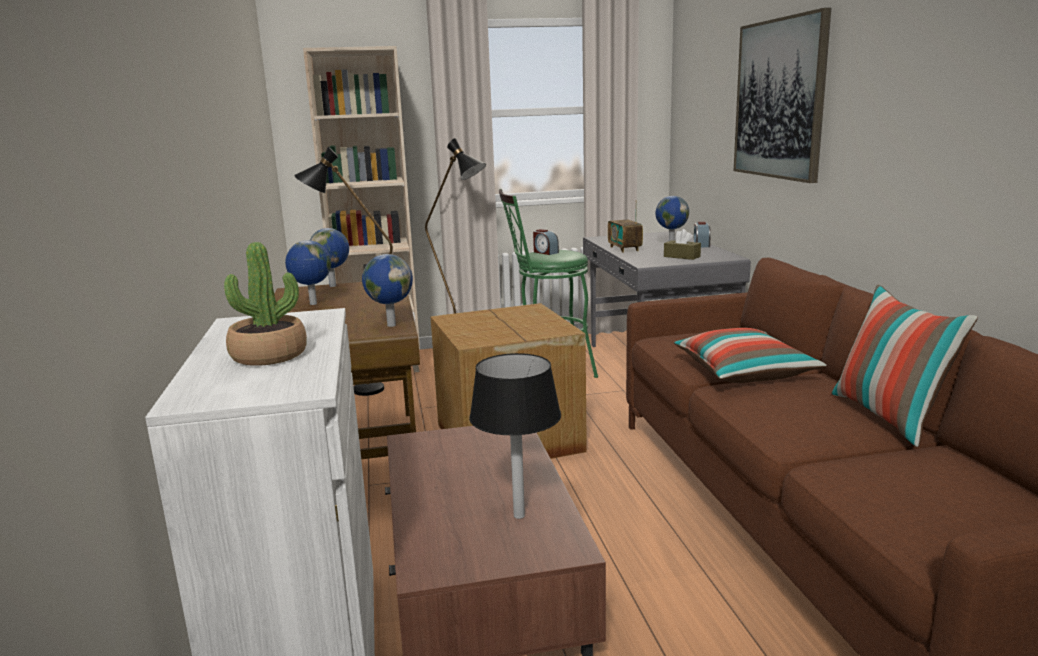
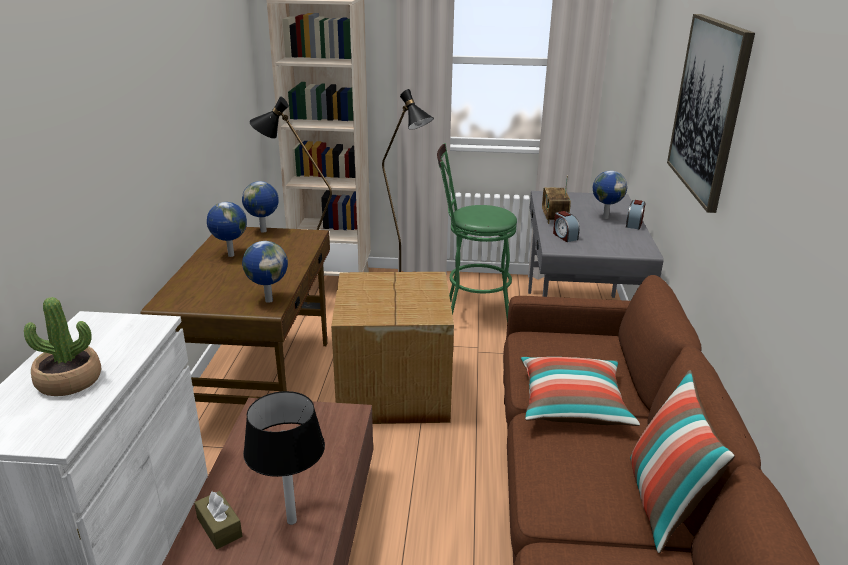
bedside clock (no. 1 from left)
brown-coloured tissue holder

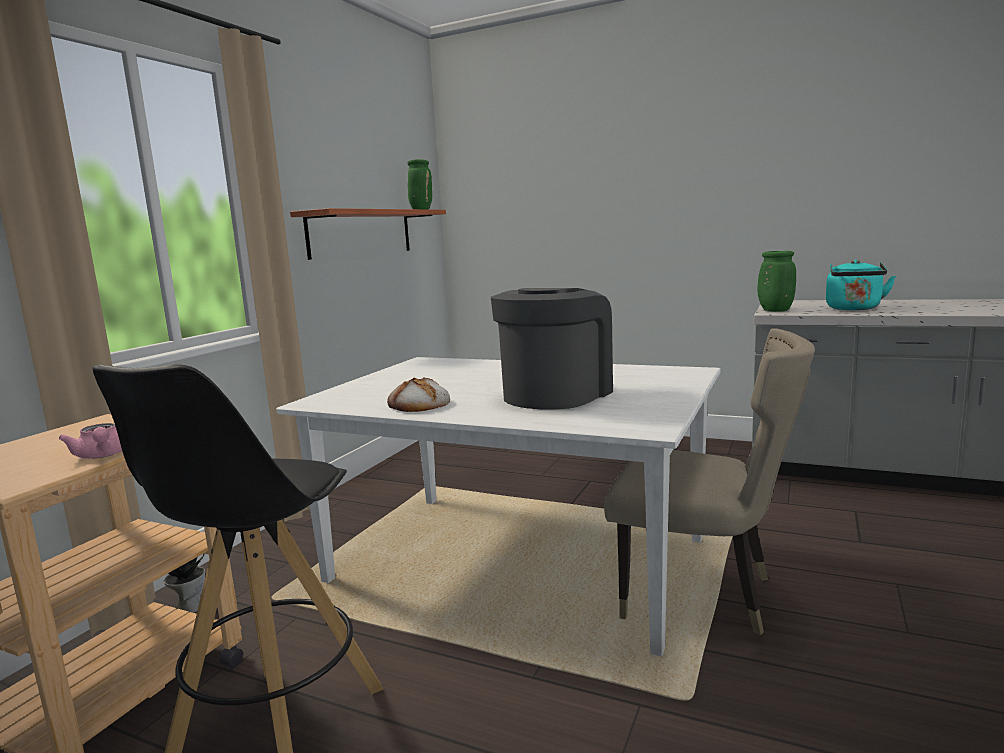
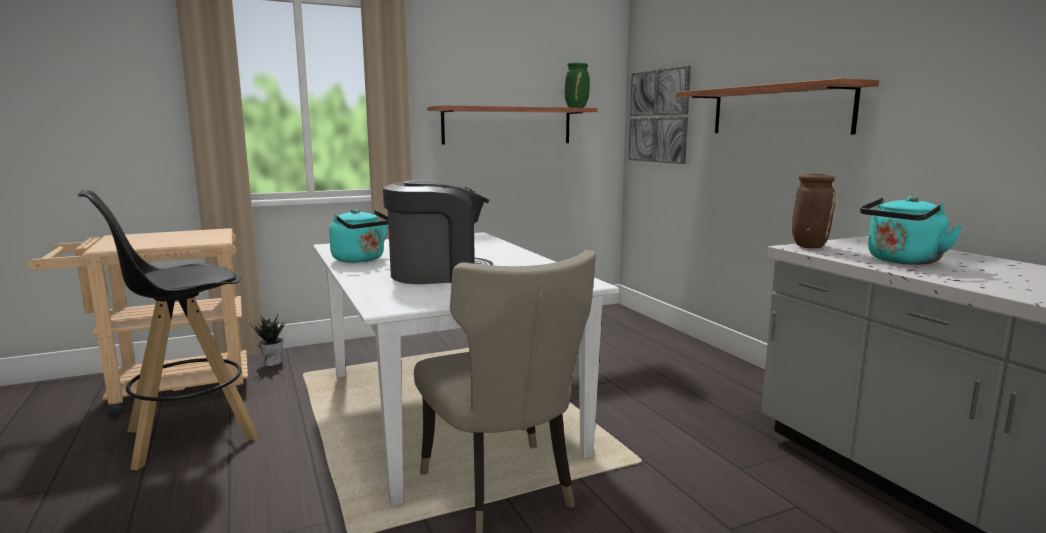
brown-coloured flower vase
turquoise water kettle (no. 1 from left)
pinkish teapot
wall picture
bracket shelf (no. 2 from left)

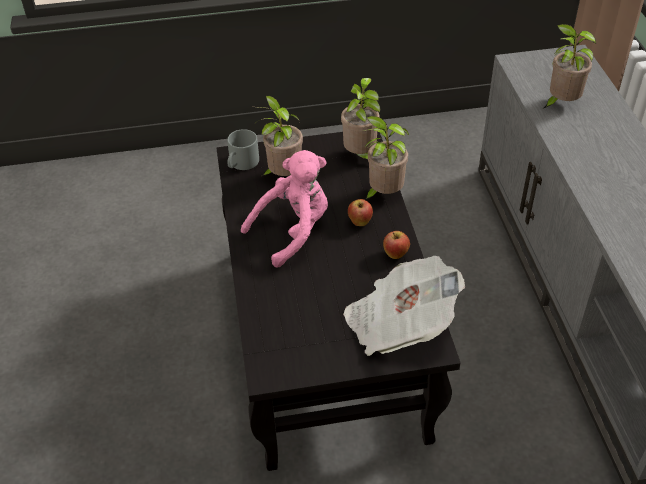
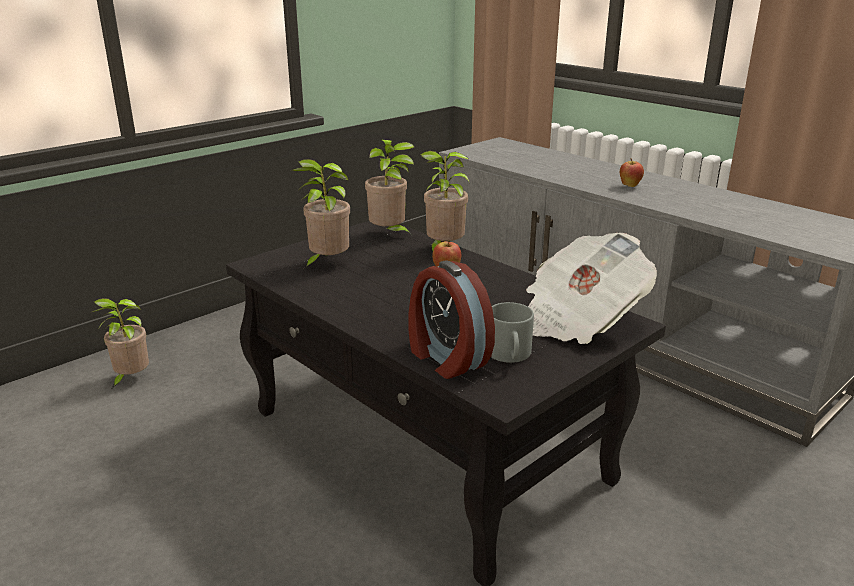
potted plant (no. 1 from left)
greyish mug
pinkish soft toy
whole apple (no. 2 from left)
bedside clock

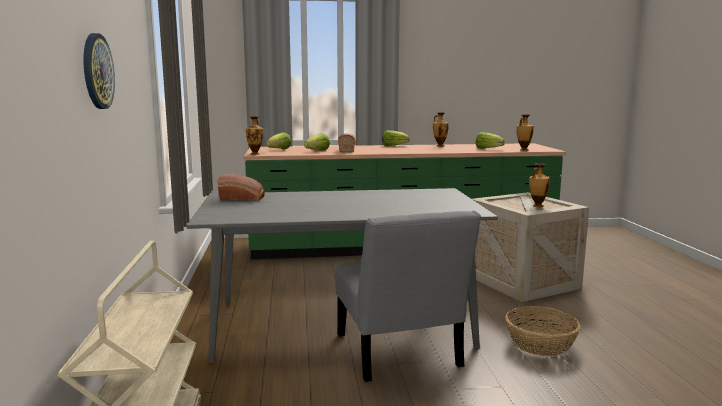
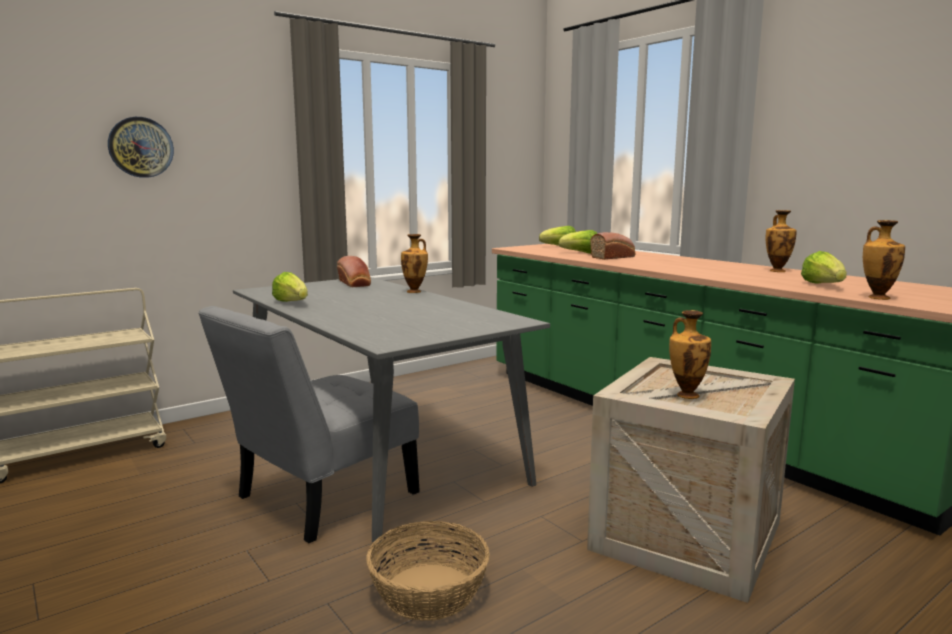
flower vase (no. 1 from left)
lettuce (no. 1 from left)

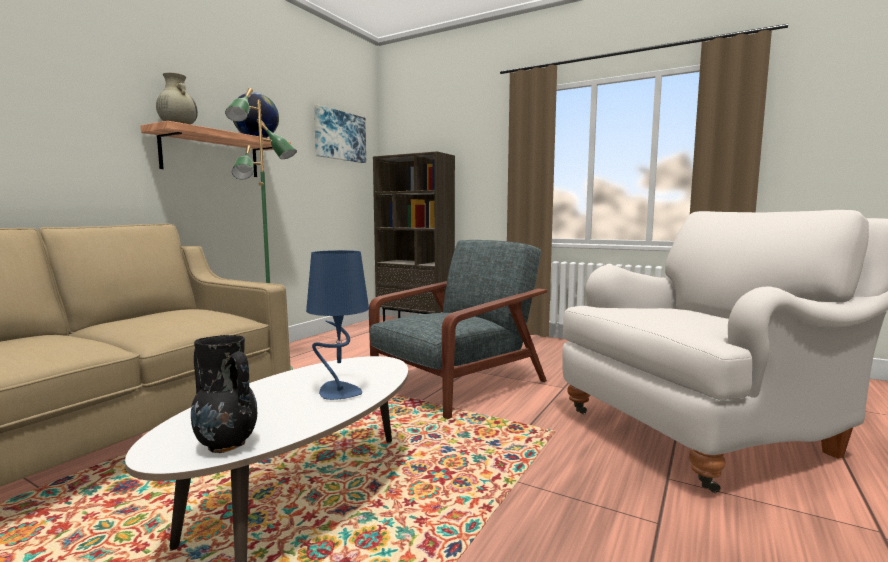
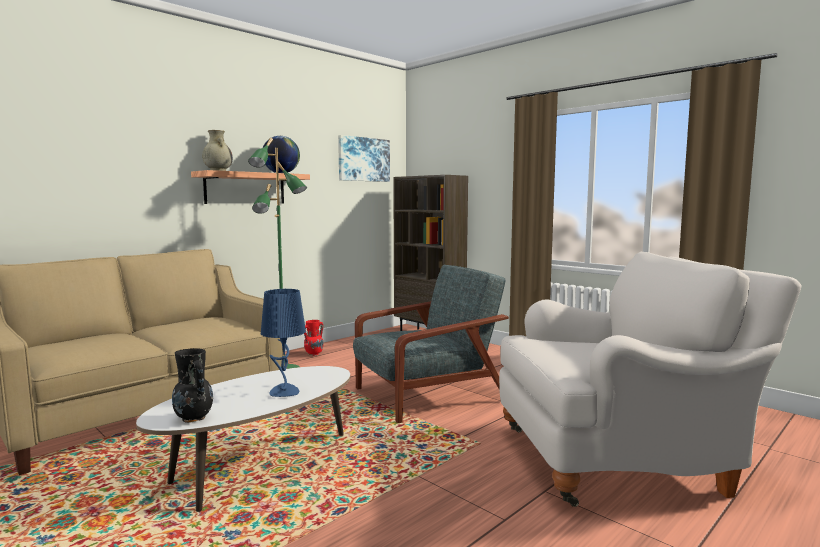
red flower vase

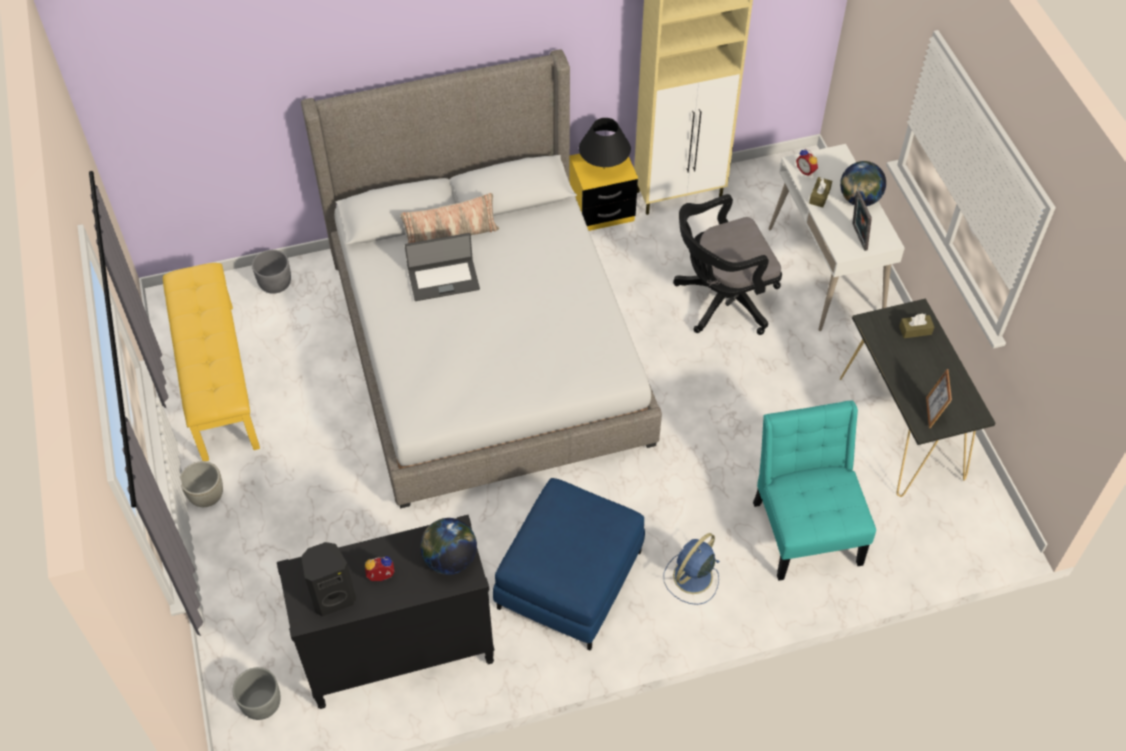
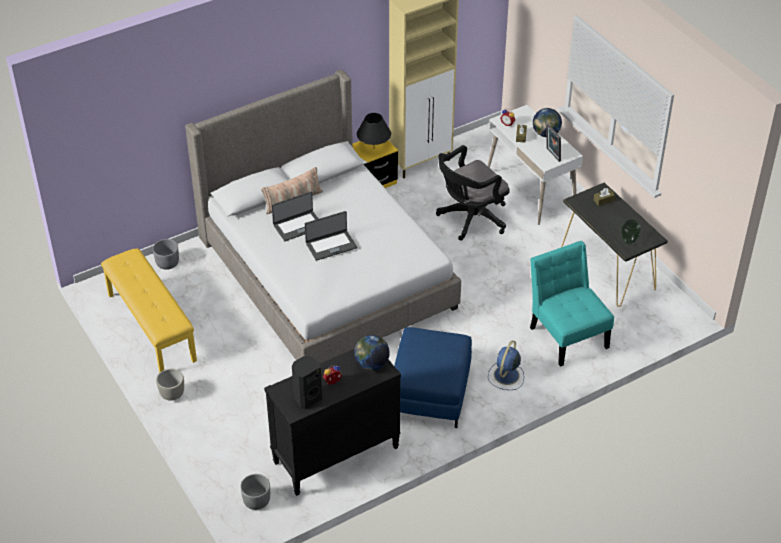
flower vase
laptop (no. 2 from left)

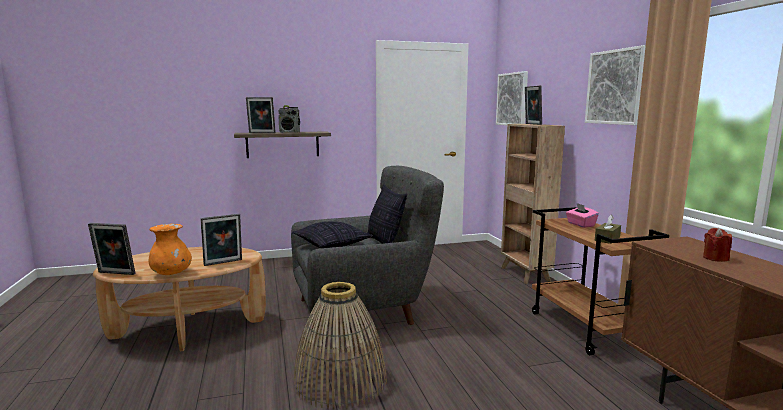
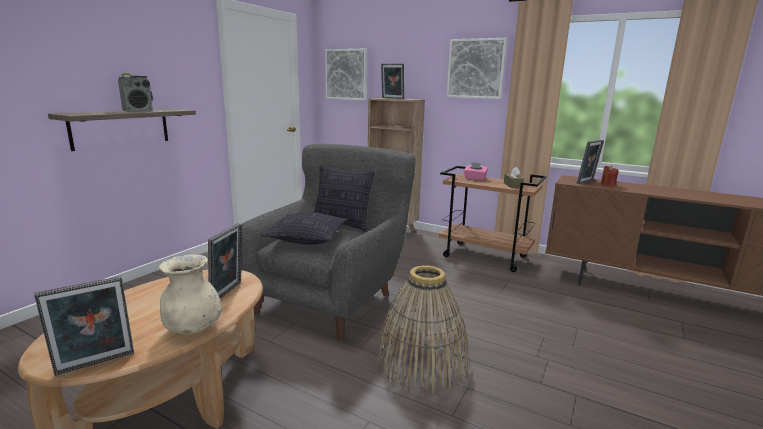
photo frame (no. 4 from left)
sand-coloured flower vase

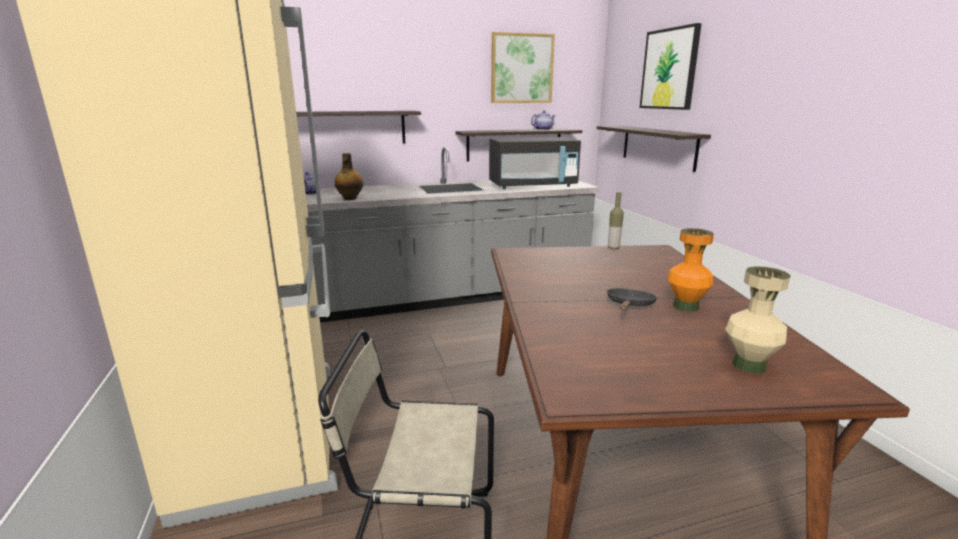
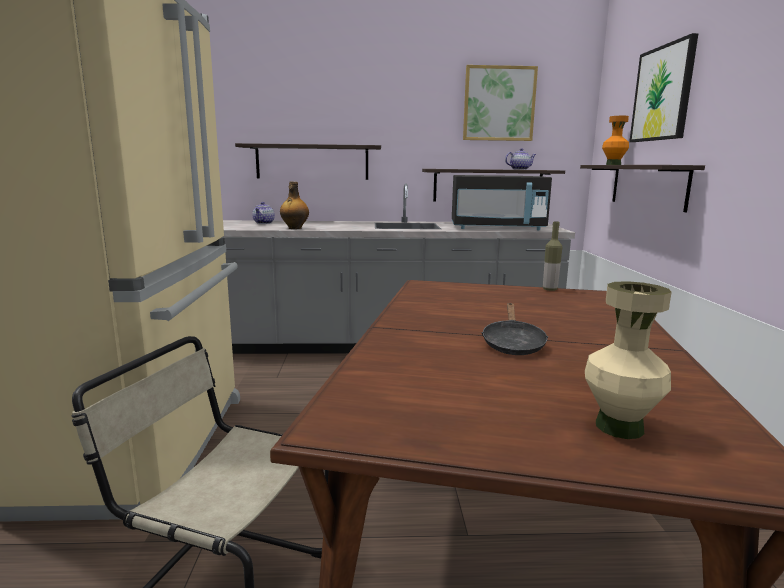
orangey flower vase
black frying pan

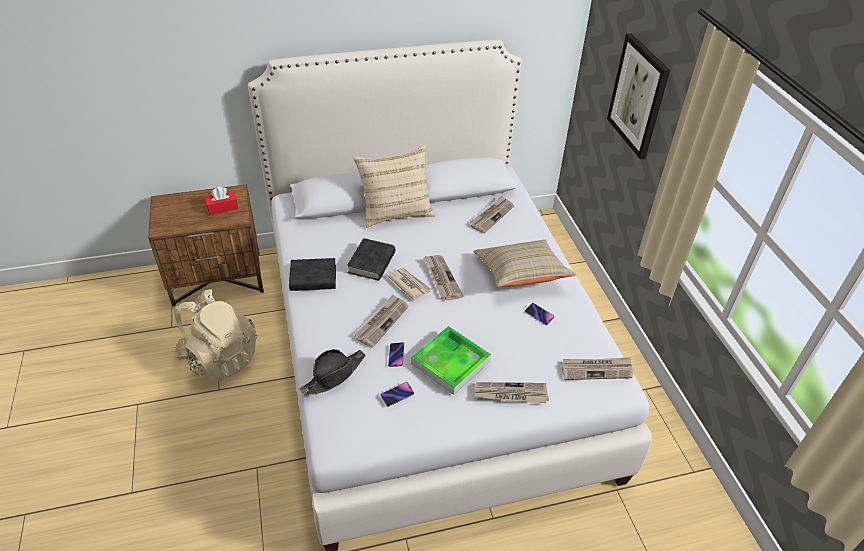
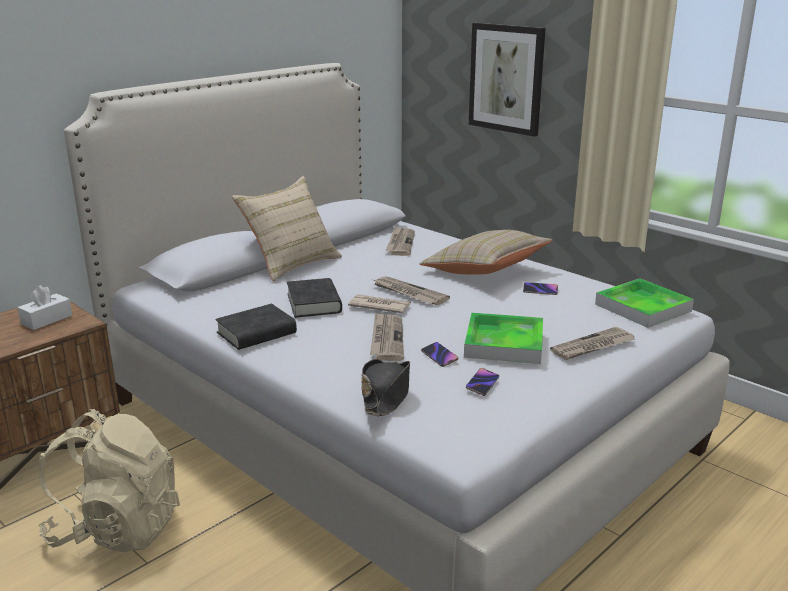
white-coloured tissue holder
tray (no. 2 from left)

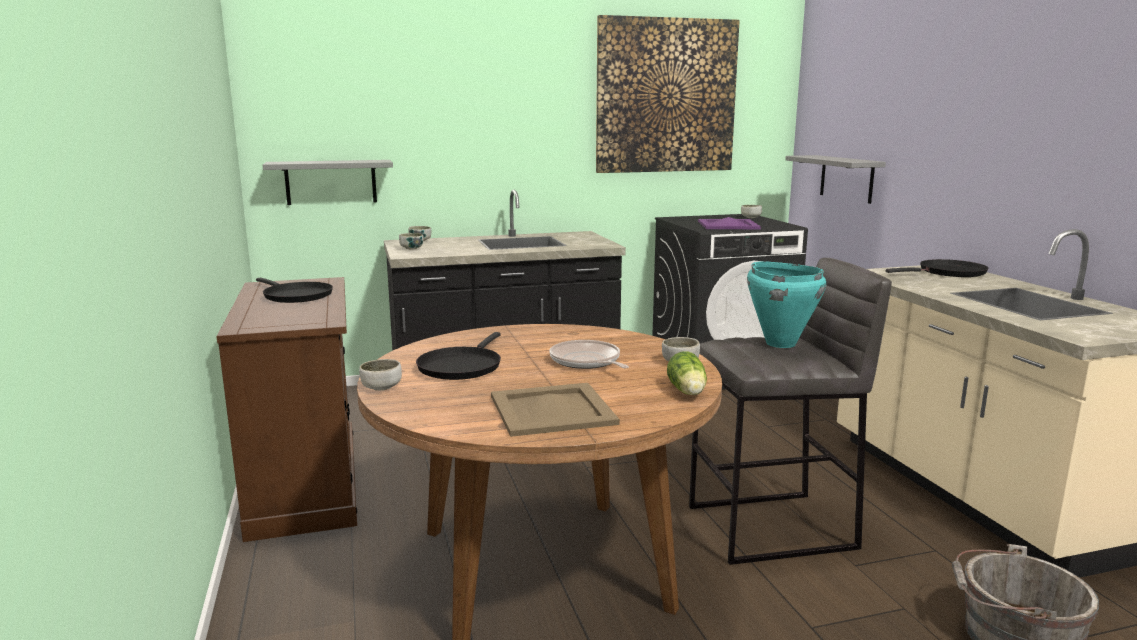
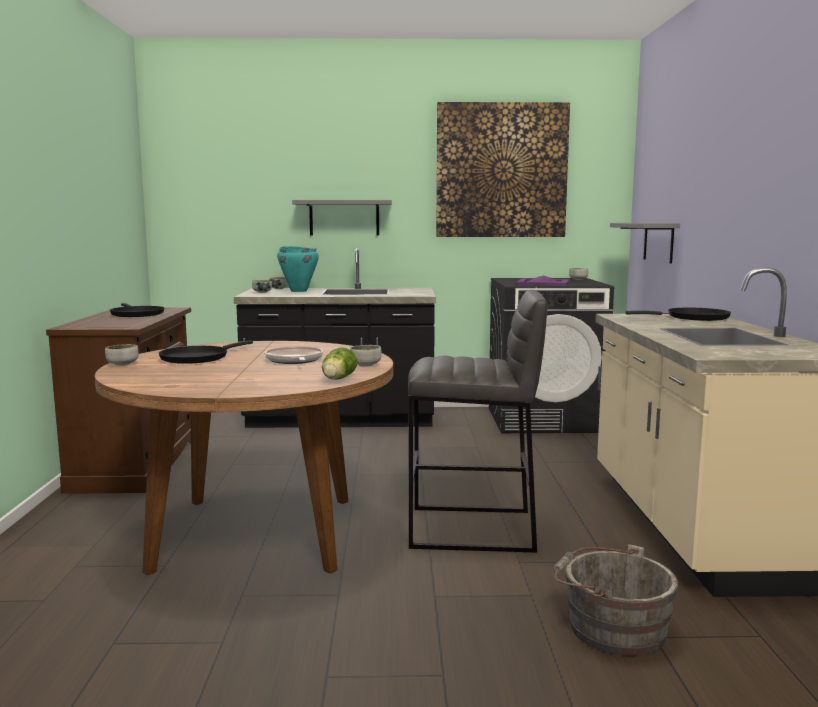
greyish bracket shelf (no. 1 from left)
turquoise stockpot
sand-coloured tray

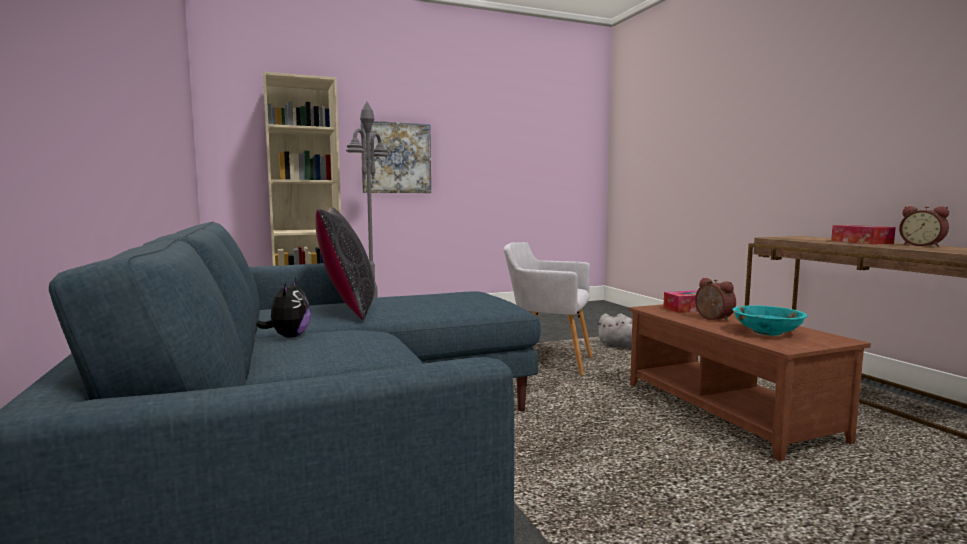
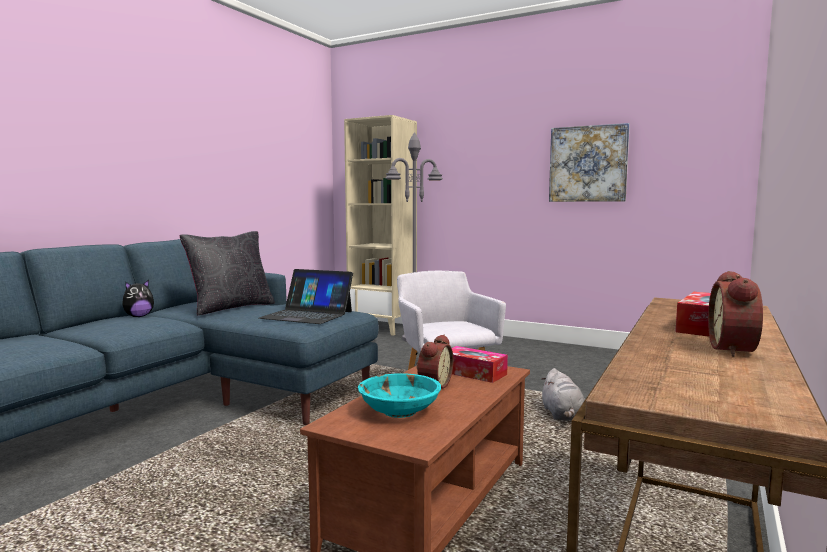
wall picture
laptop

